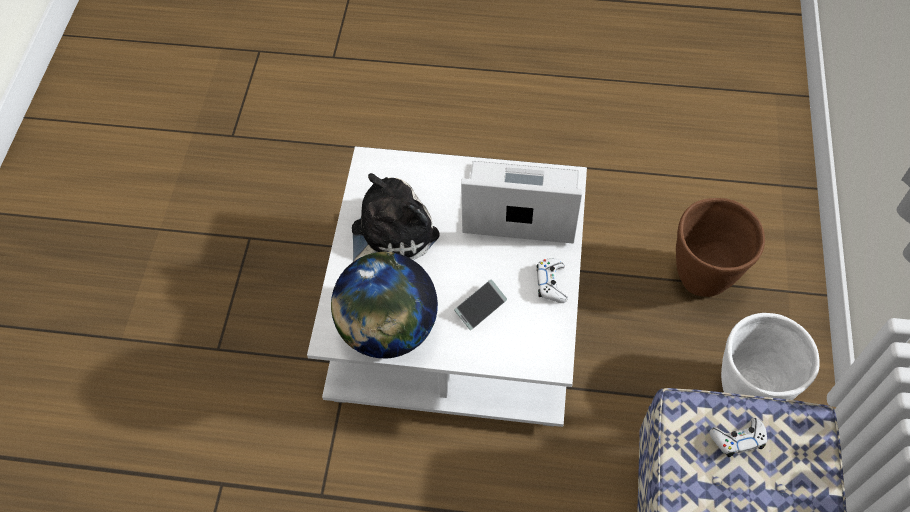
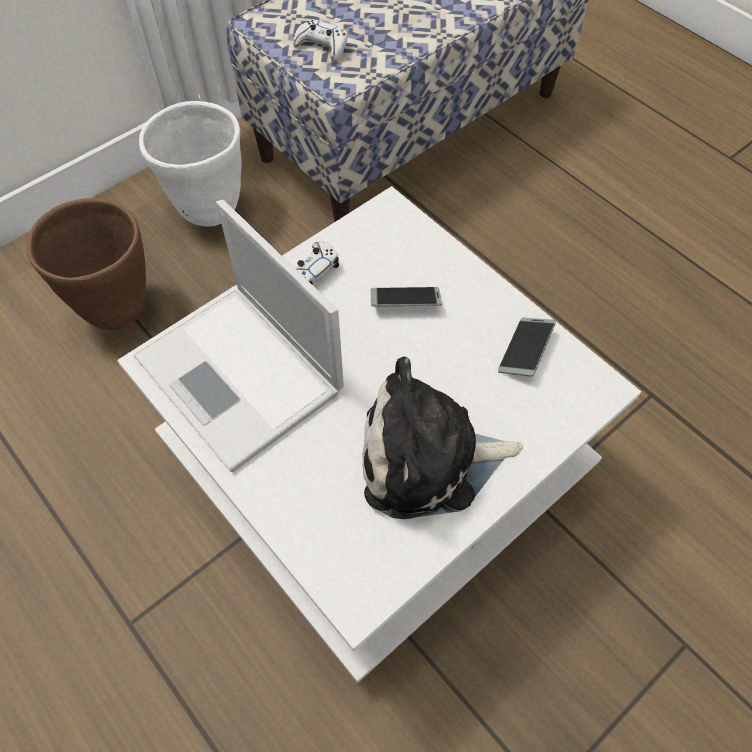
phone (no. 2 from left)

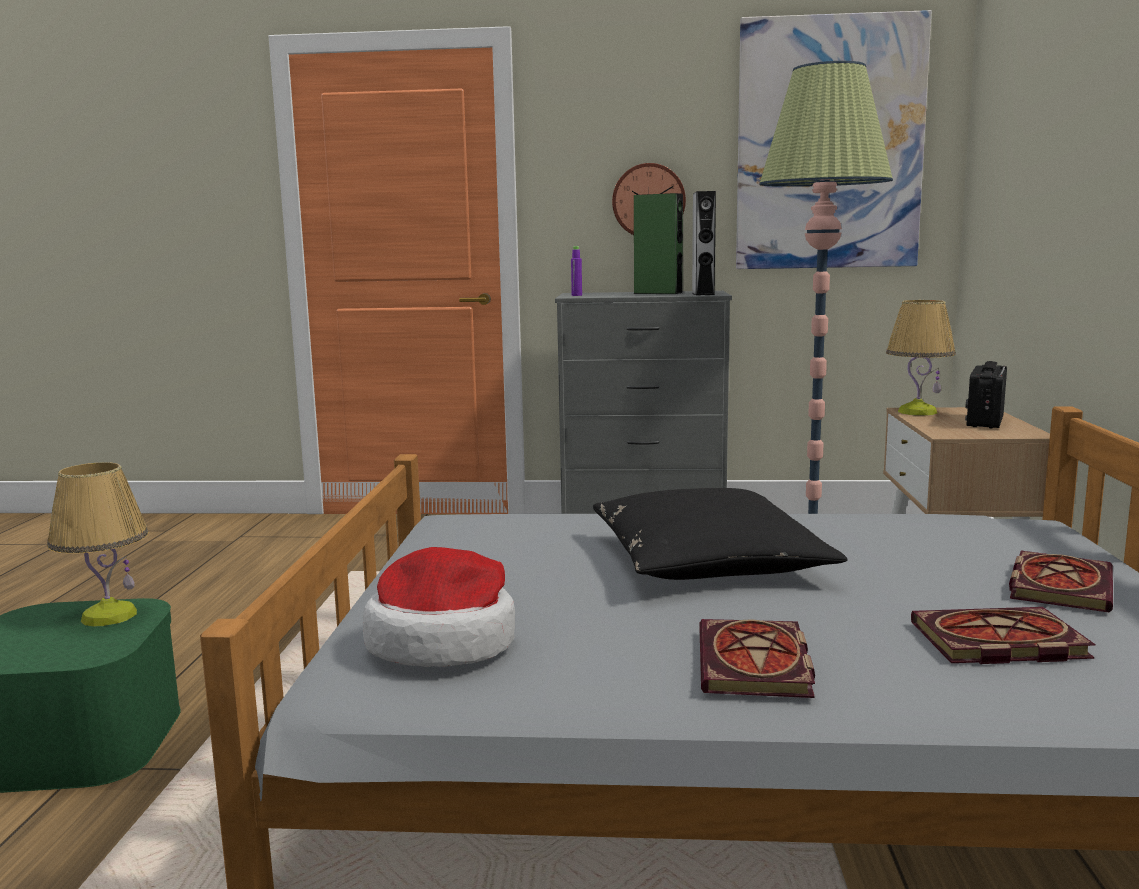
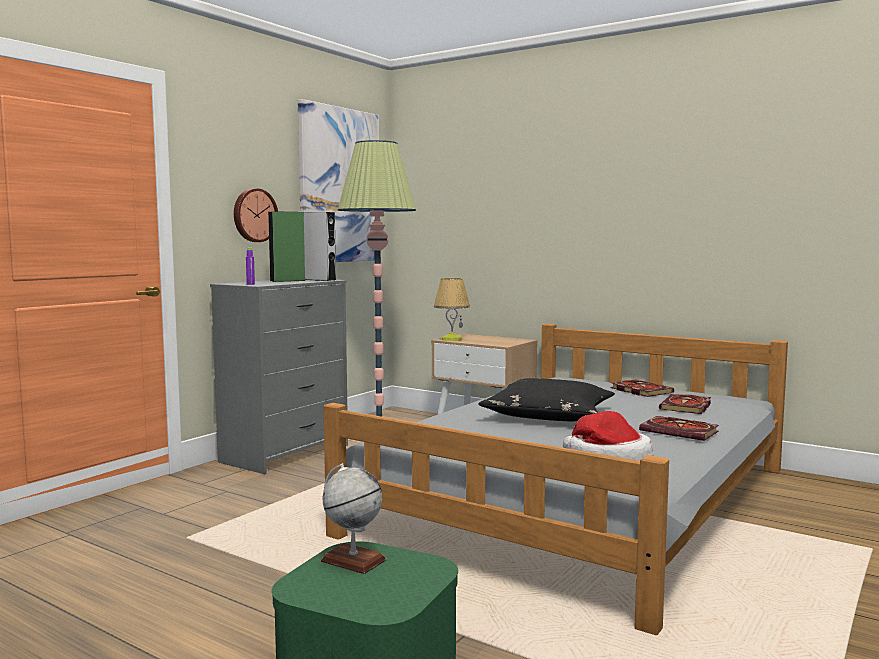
radio receiver
world globe

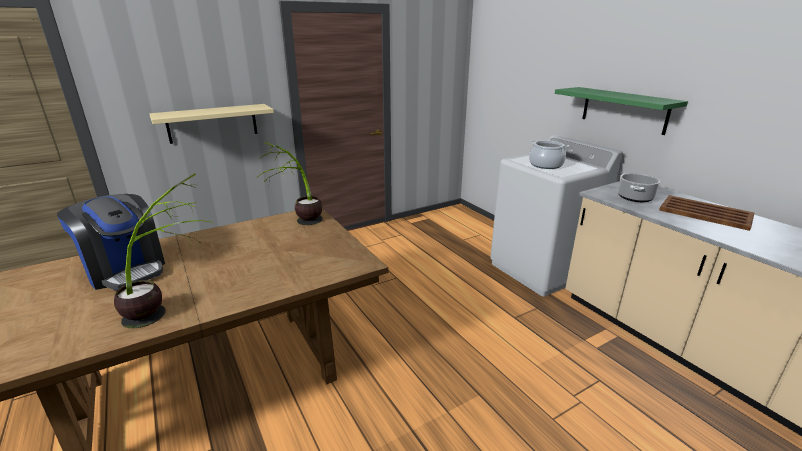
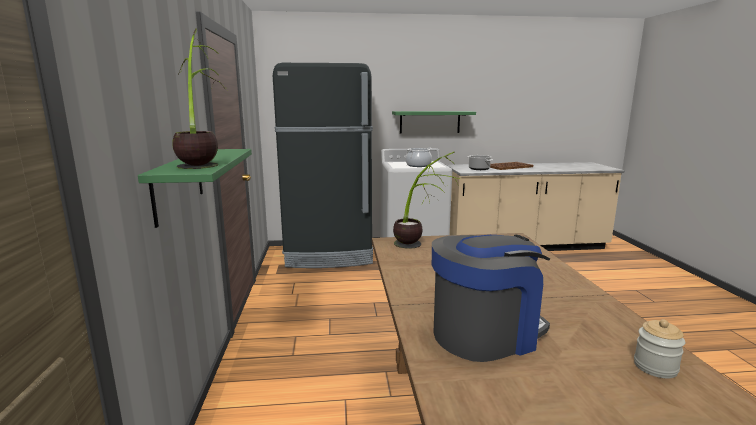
green bracket shelf (no. 1 from left)
potted plant (no. 1 from left)
black fridge
preserve jar

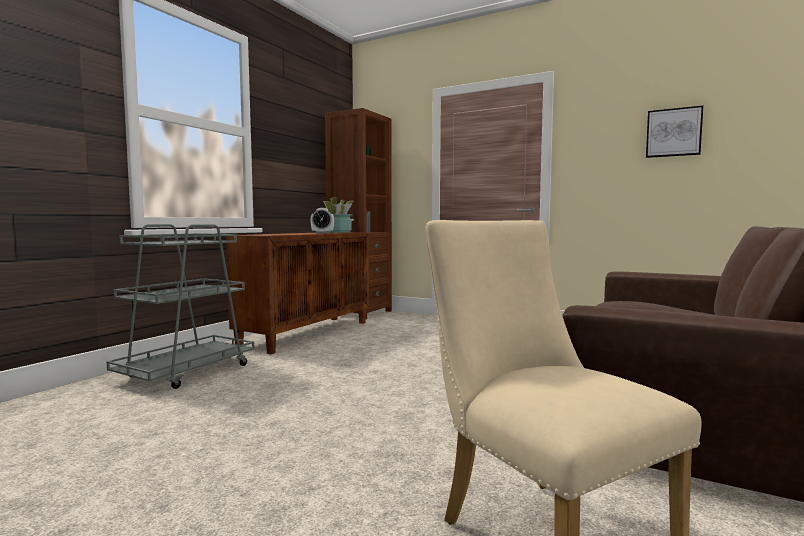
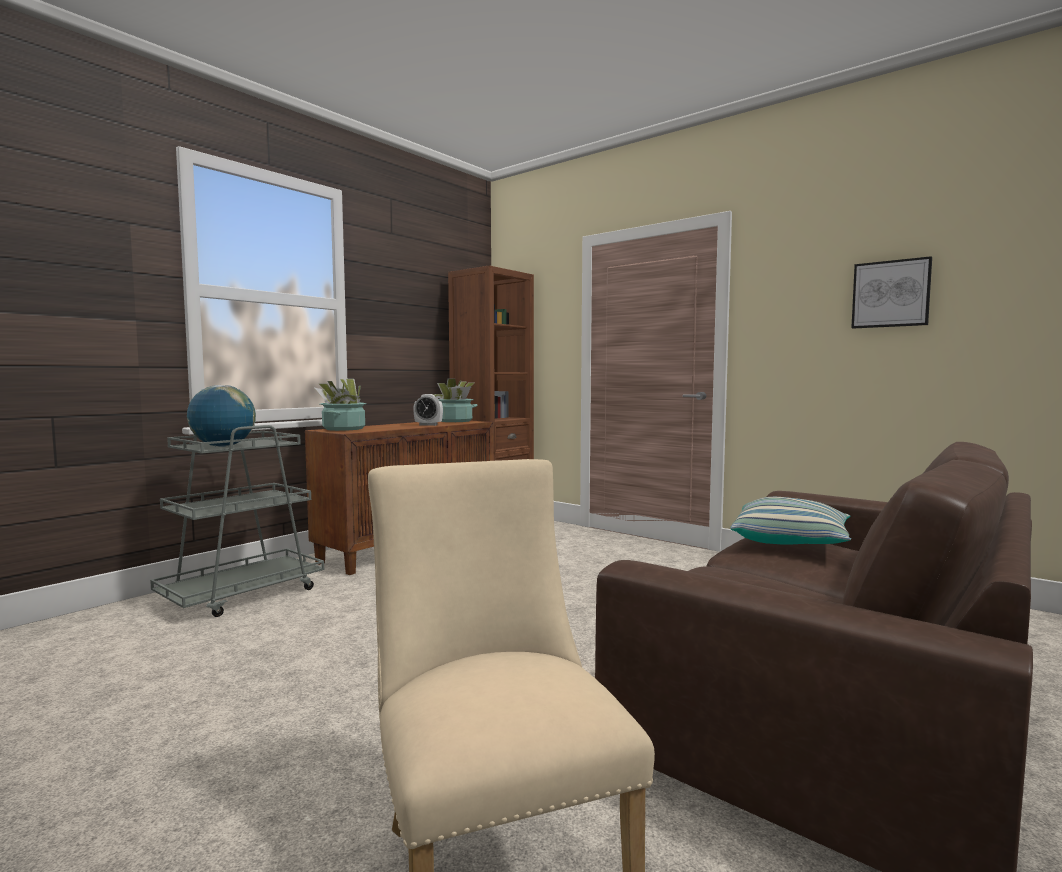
potted plant (no. 1 from left)
world globe
cushion

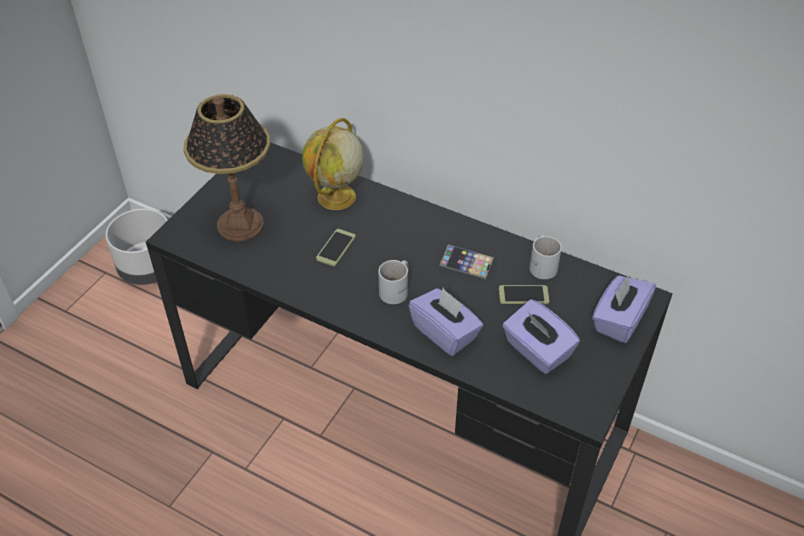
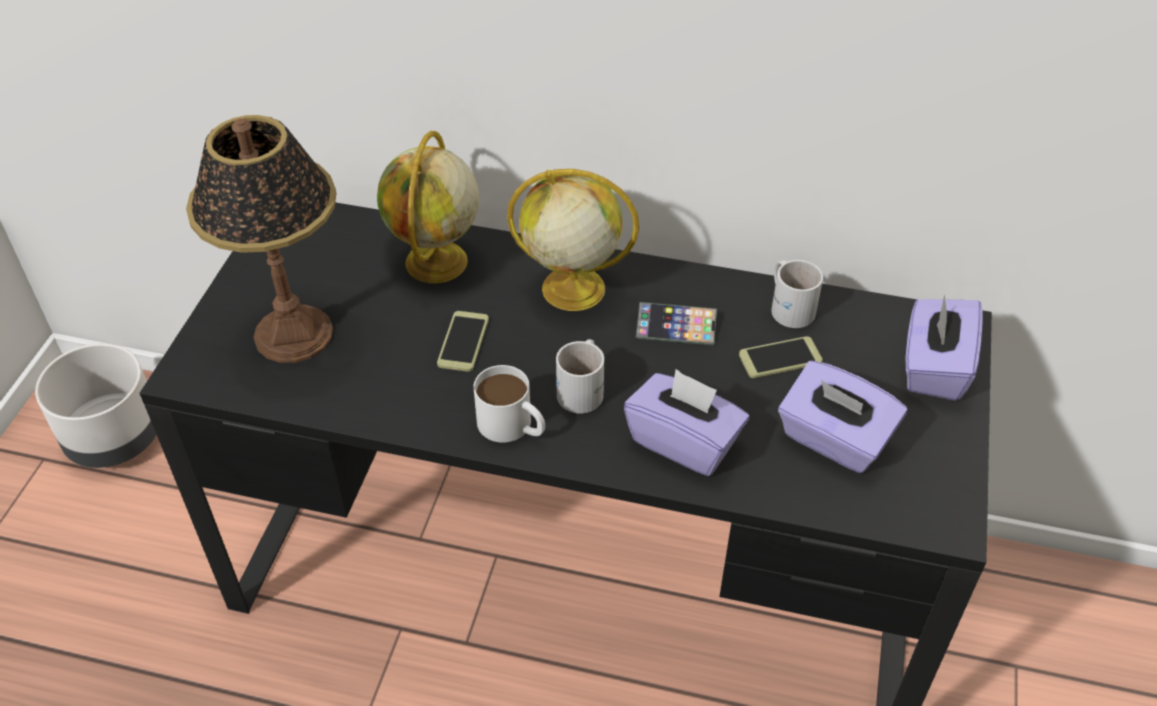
world globe (no. 2 from left)
white-coloured mug (no. 1 from left)

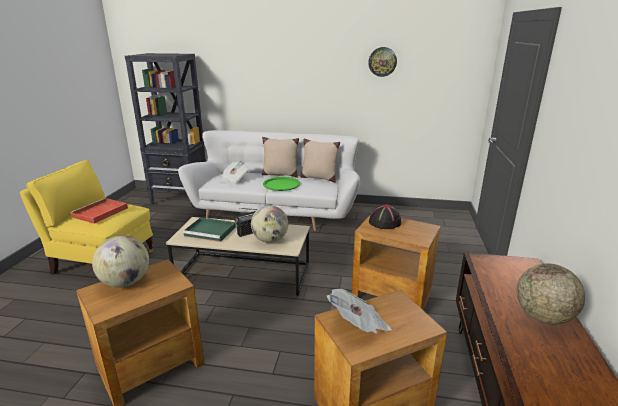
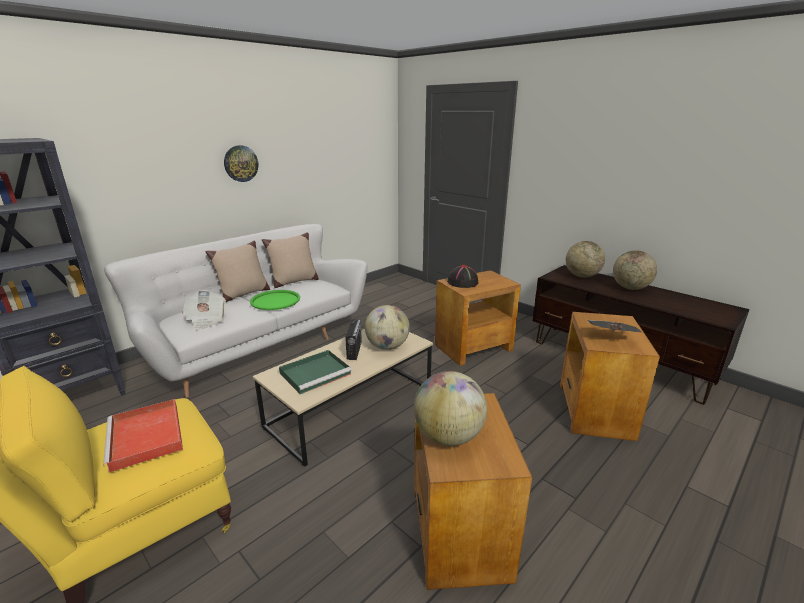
clock on the wall
world globe (no. 3 from left)

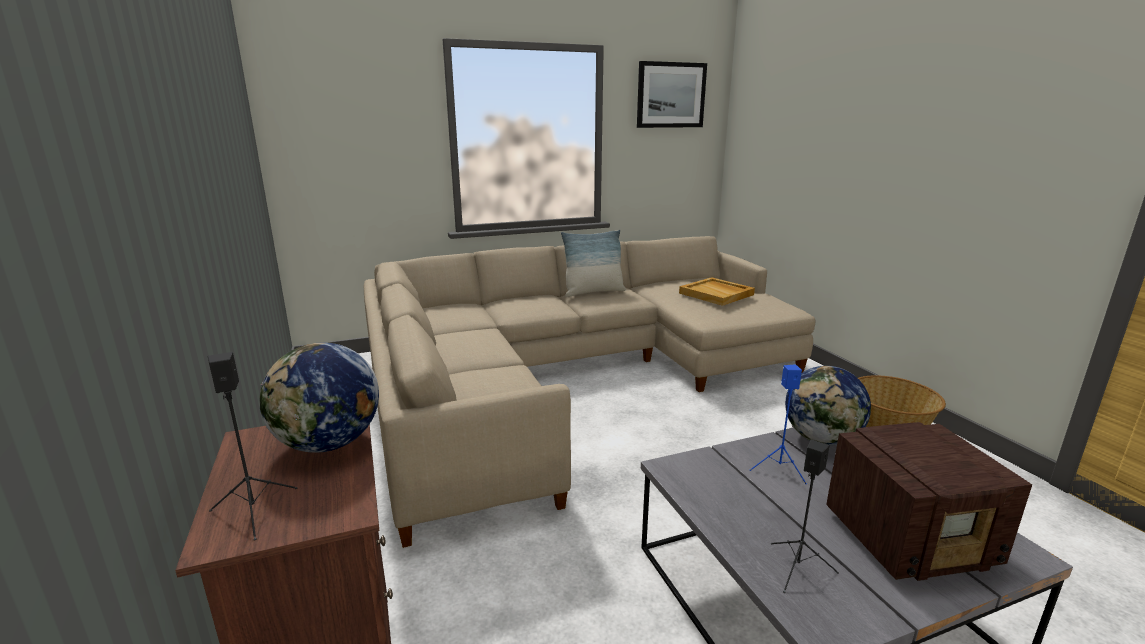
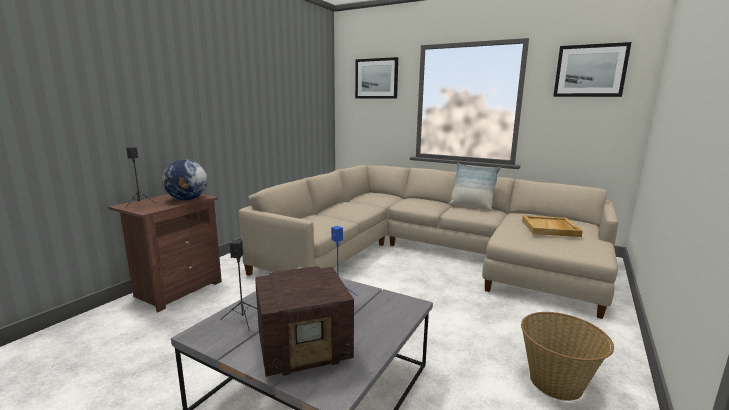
world globe (no. 2 from left in the first image)
radio receiver
wall picture (no. 1 from left)

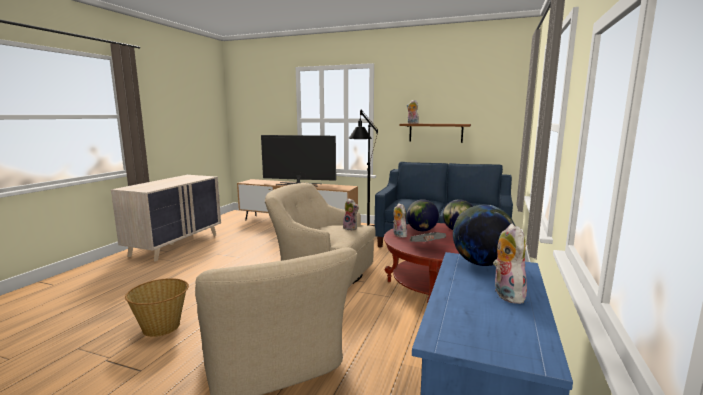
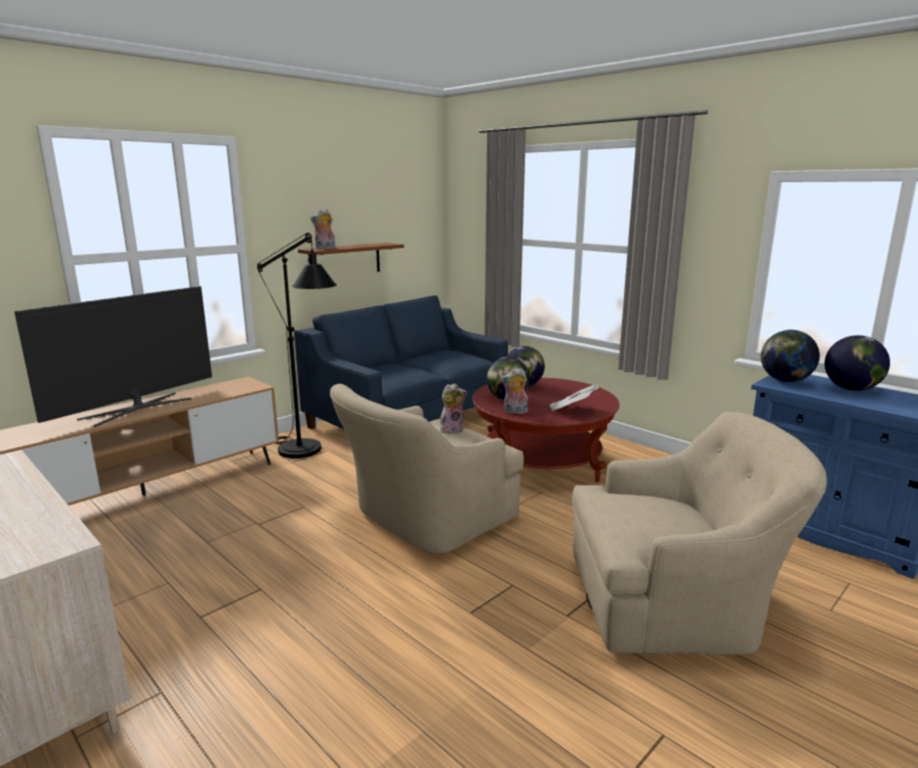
world globe (no. 4 from left)
storage basket

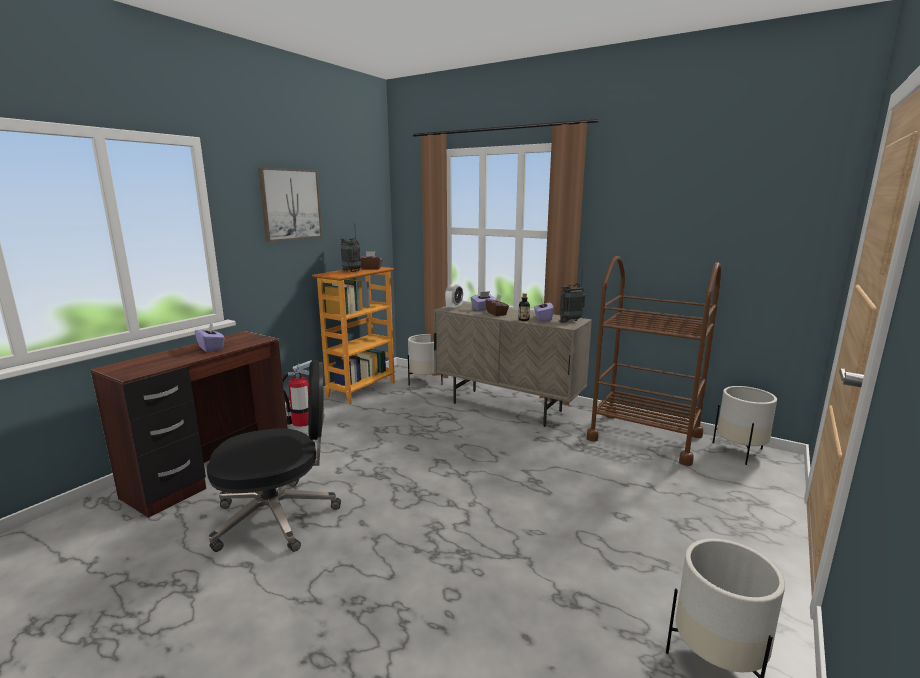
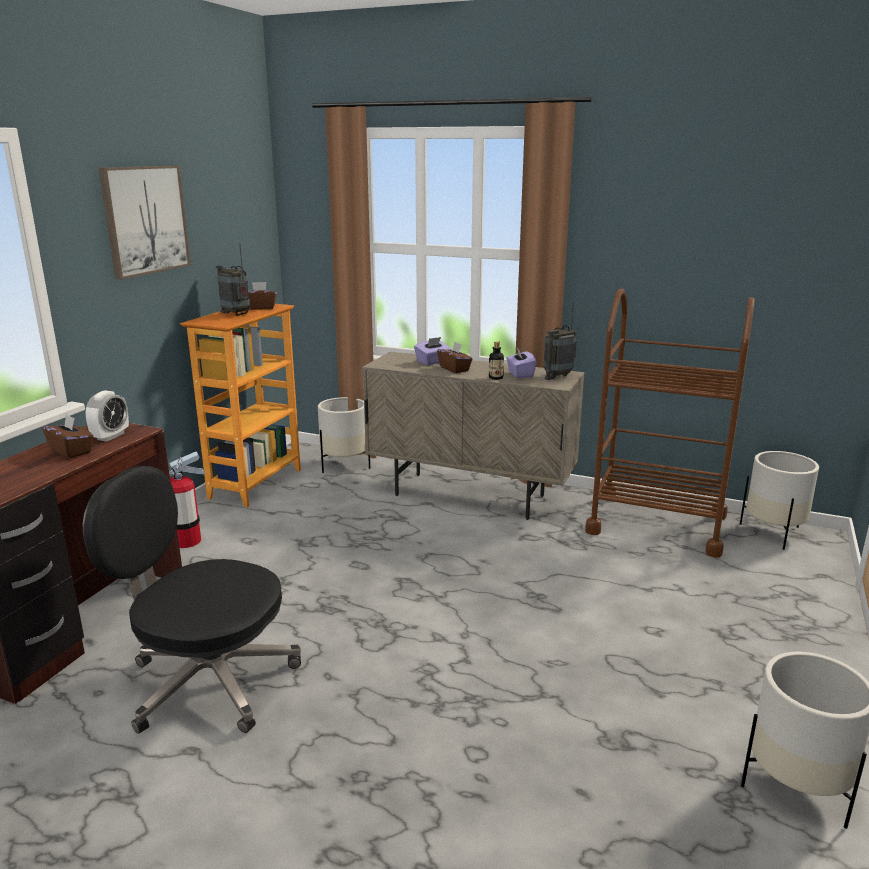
bedside clock
brown-coloured tissue holder (no. 1 from left)
black office chair

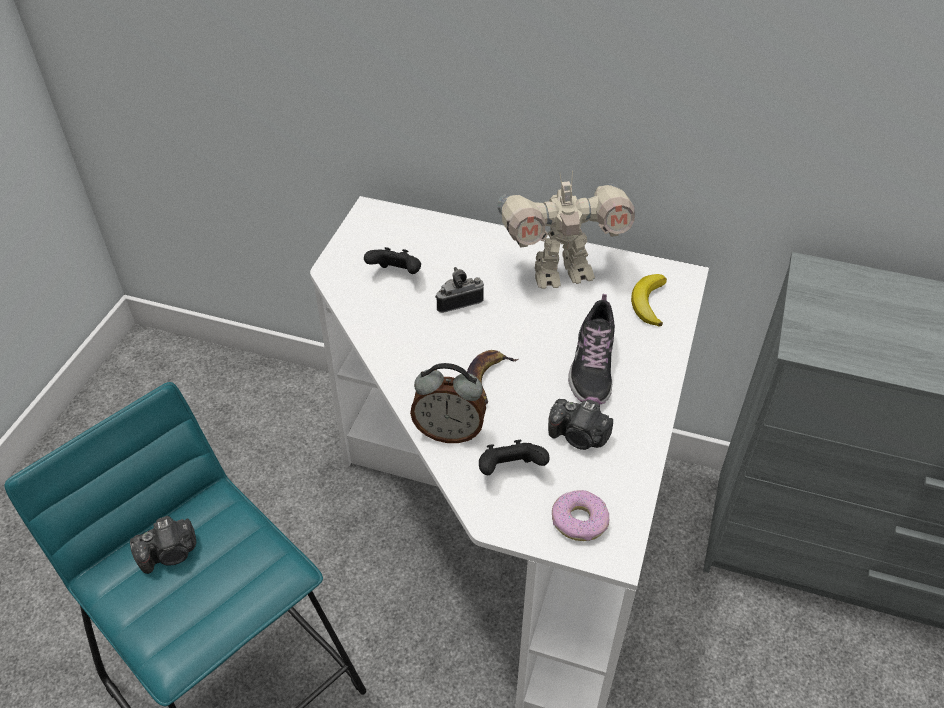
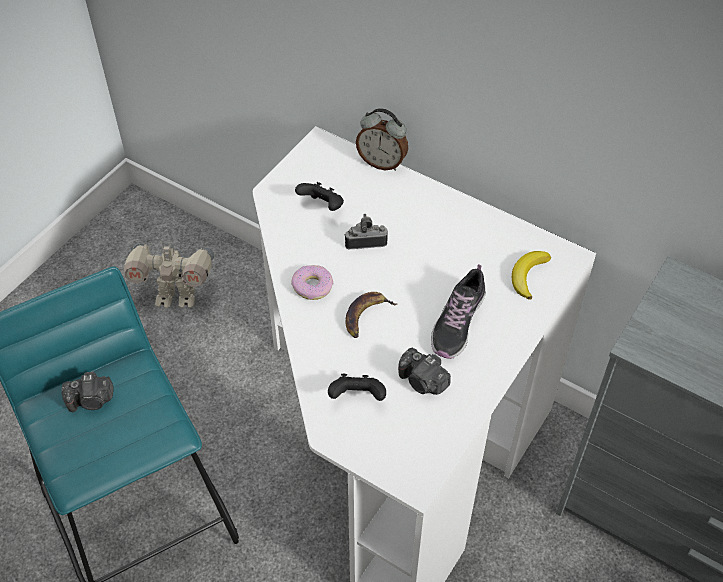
robot figure
bedside clock
doughnut

